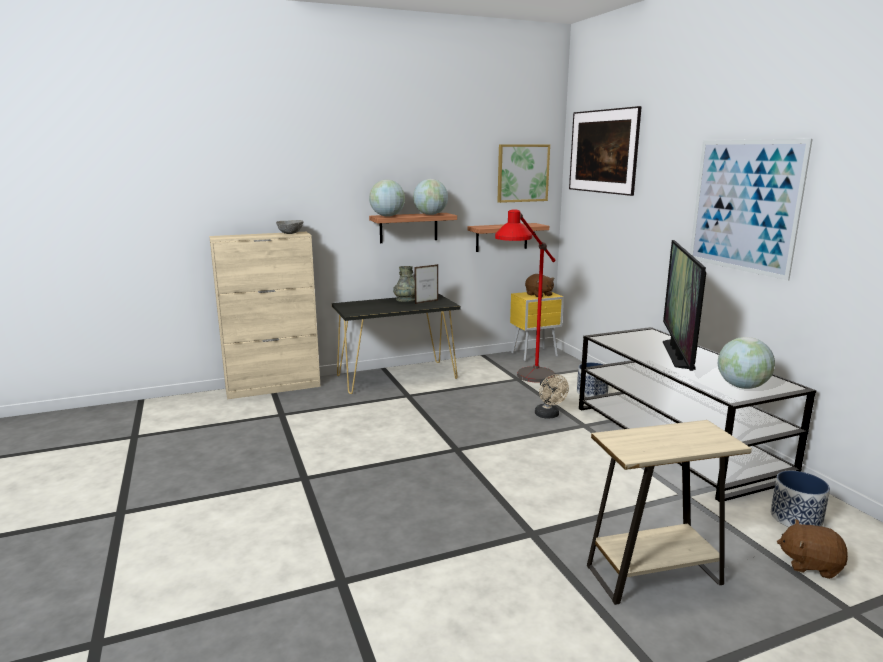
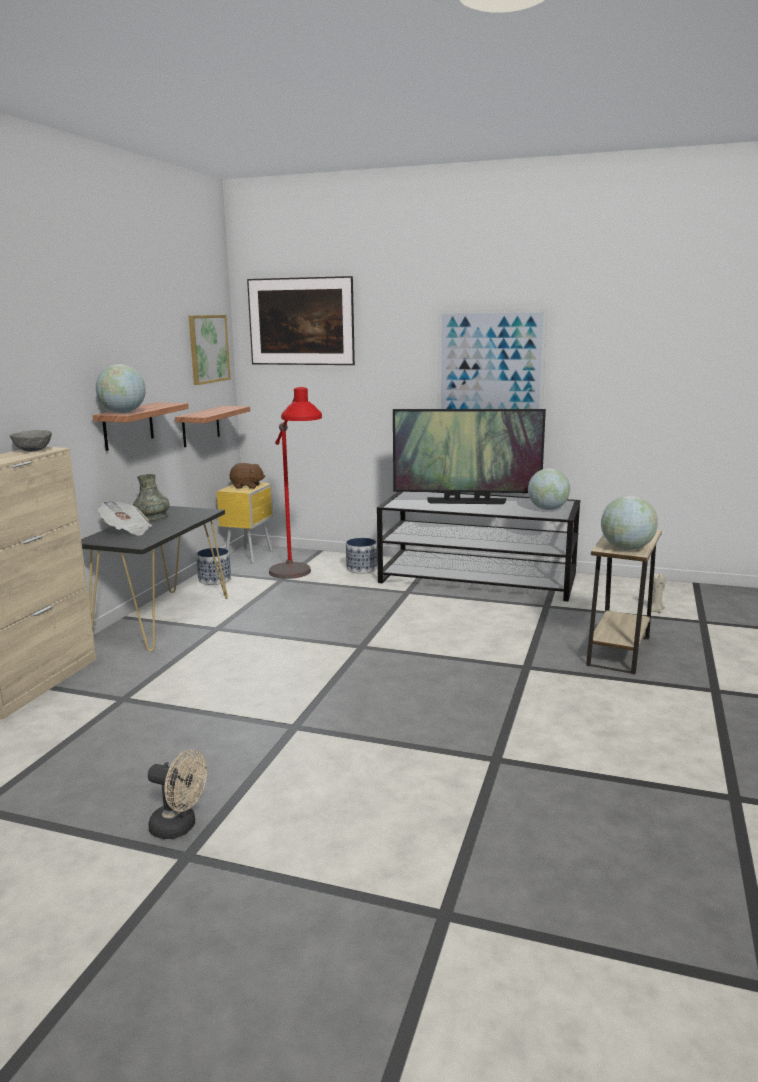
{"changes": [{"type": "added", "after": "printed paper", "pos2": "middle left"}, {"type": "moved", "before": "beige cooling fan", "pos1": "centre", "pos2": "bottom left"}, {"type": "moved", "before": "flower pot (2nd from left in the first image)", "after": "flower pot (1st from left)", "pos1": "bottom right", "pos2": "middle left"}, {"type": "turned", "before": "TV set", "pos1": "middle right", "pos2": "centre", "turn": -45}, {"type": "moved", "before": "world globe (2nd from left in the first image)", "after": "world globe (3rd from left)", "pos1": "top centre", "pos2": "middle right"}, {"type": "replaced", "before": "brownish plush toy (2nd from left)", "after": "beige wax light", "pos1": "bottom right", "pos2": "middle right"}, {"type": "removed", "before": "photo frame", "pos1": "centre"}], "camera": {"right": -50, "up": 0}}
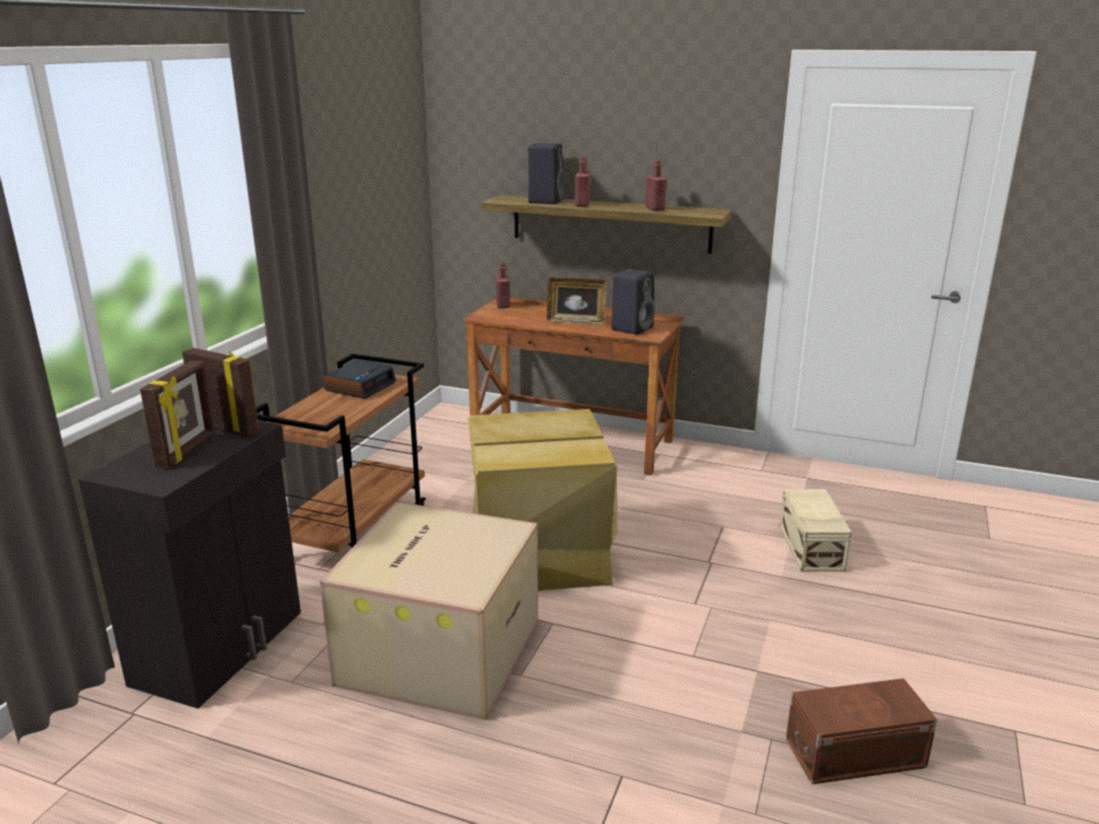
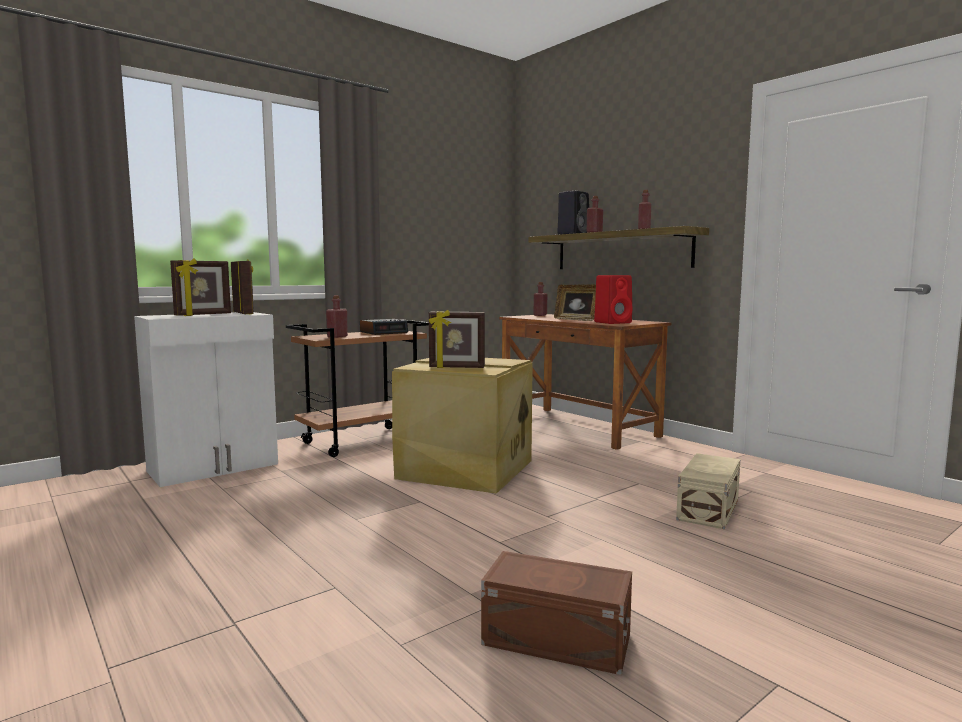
{"changes": [{"type": "recoloured", "before": "black storage cabinet", "after": "whitish storage cabinet", "pos1": "bottom left", "pos2": "middle left"}, {"type": "added", "after": "red-coloured bottle (1st from left)", "pos2": "centre"}, {"type": "added", "after": "photo frame (3rd from left)", "pos2": "centre"}, {"type": "recoloured", "before": "black audio speaker (2nd from left)", "after": "red-coloured audio speaker", "pos1": "centre", "pos2": "centre"}, {"type": "removed", "before": "cardboard box", "pos1": "bottom centre"}], "camera": {"right": 30, "up": -15}}
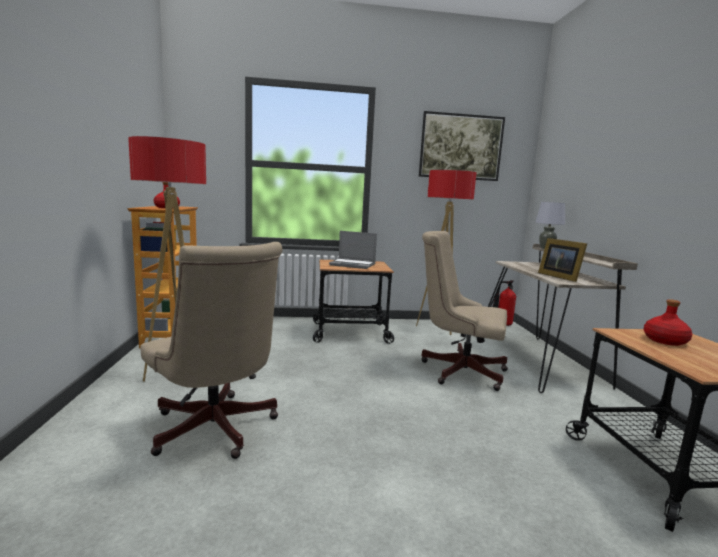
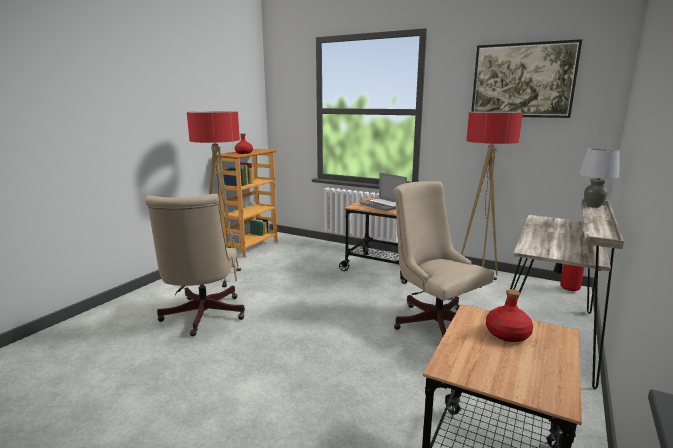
{"changes": [{"type": "removed", "before": "photo frame", "pos1": "middle right"}], "camera": {"right": 35, "up": 5}}
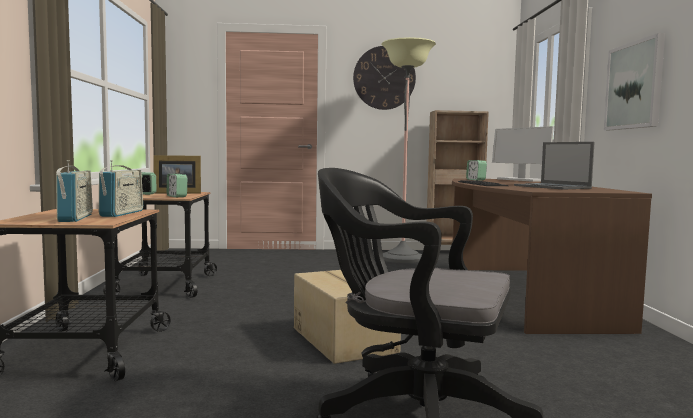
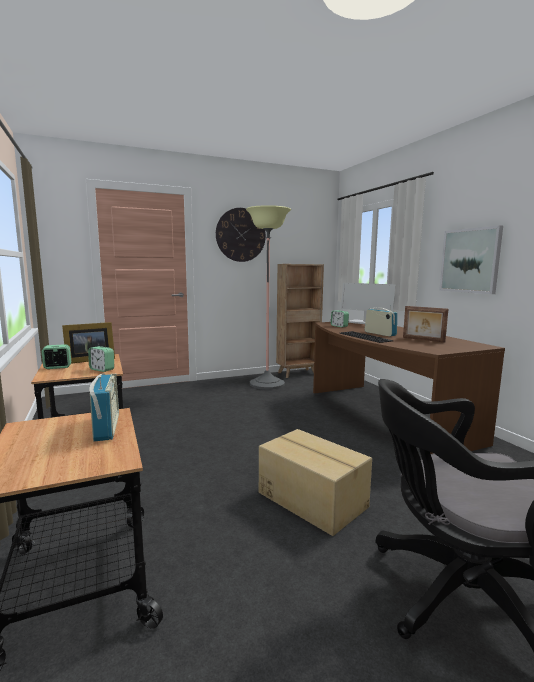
{"changes": [{"type": "moved", "before": "radio set (1st from left in the first image)", "after": "radio set (2nd from left)", "pos1": "middle left", "pos2": "middle right"}, {"type": "replaced", "before": "laptop", "after": "photo frame (2nd from left)", "pos1": "middle right", "pos2": "middle right"}], "camera": {"right": -20, "up": 5}}
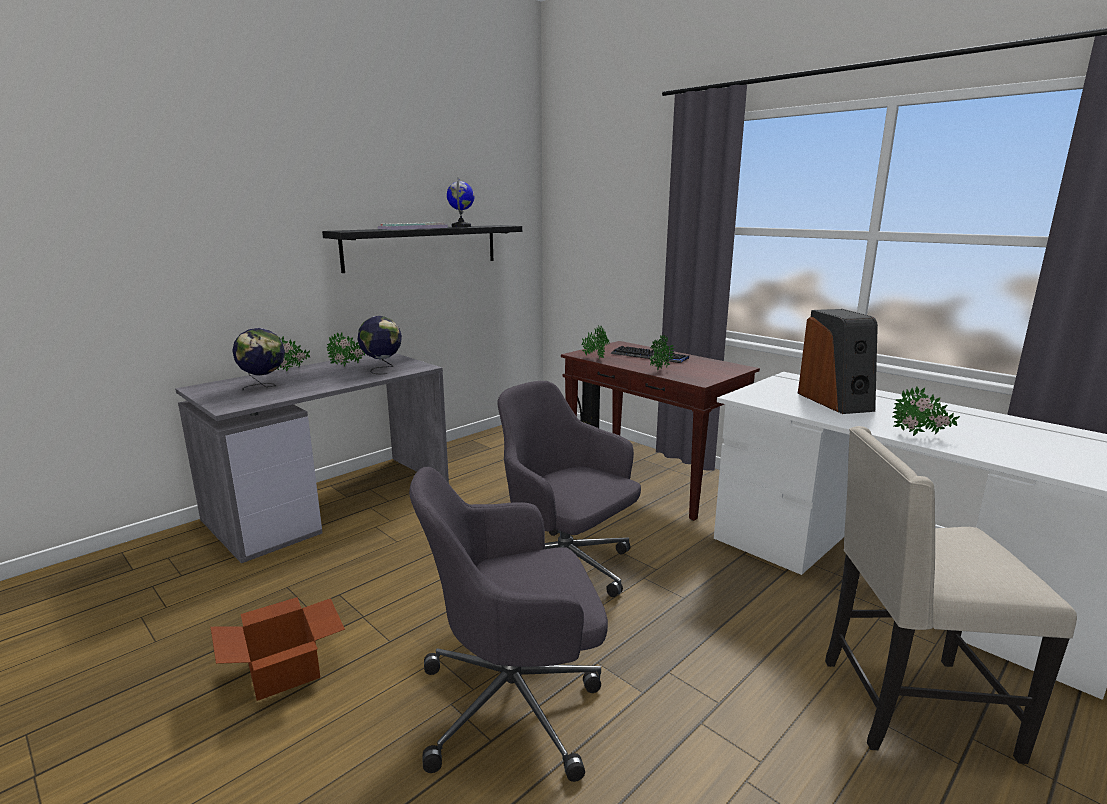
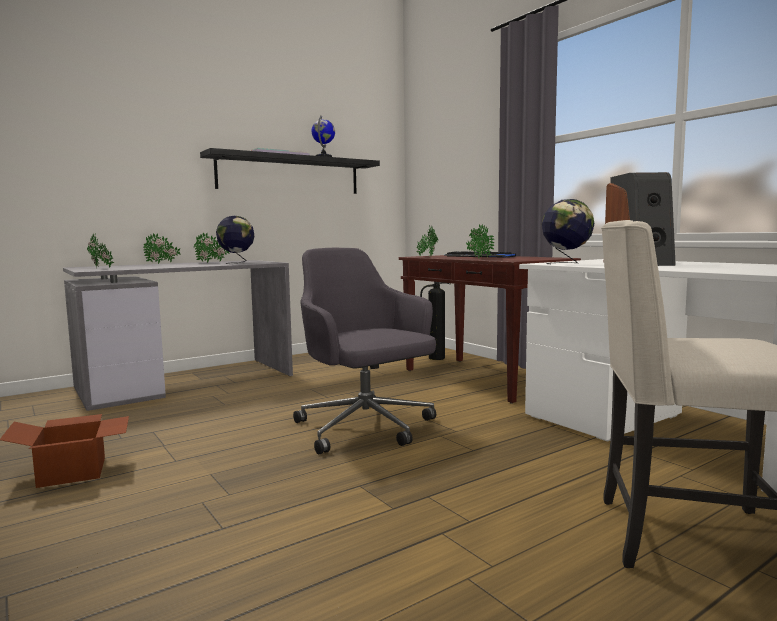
{"changes": [{"type": "moved", "before": "houseplant (5th from left in the first image)", "after": "houseplant (1st from left)", "pos1": "middle right", "pos2": "middle left"}, {"type": "moved", "before": "world globe (1st from left in the first image)", "after": "world globe (3rd from left)", "pos1": "middle left", "pos2": "middle right"}, {"type": "removed", "before": "greyish office chair (1st from left)", "pos1": "bottom centre"}], "camera": {"right": 10, "up": -10}}
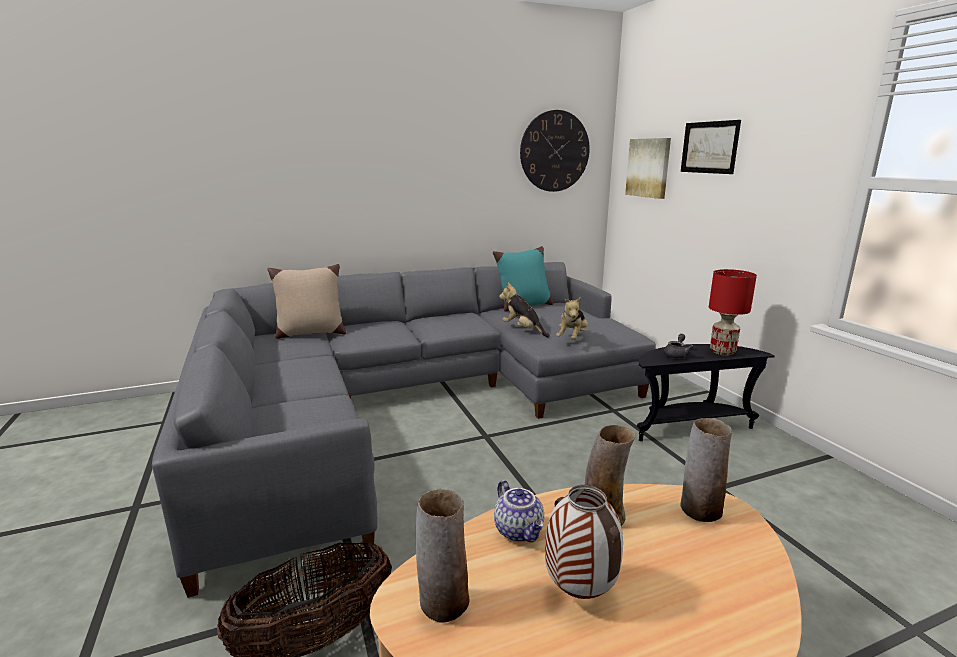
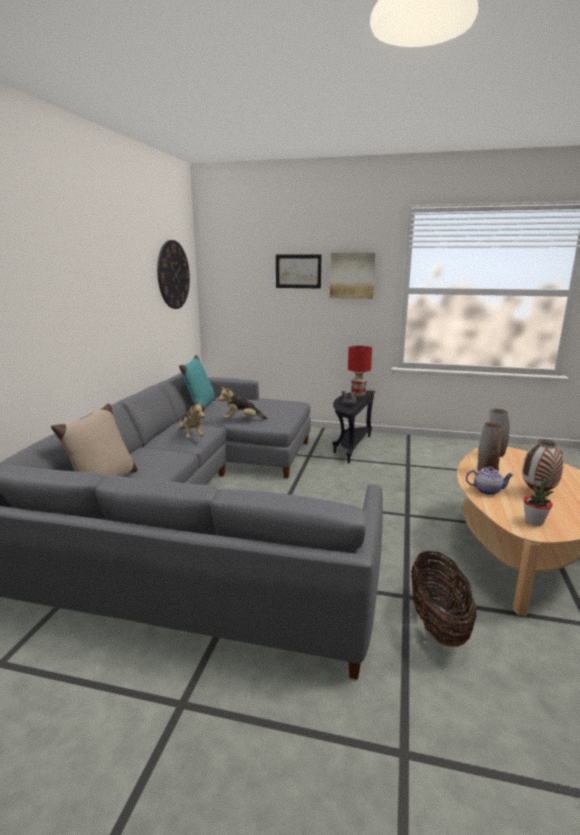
{"changes": [{"type": "moved", "before": "plush toy (2nd from left in the first image)", "after": "plush toy (1st from left)", "pos1": "centre", "pos2": "middle left"}, {"type": "moved", "before": "wall picture (1st from left in the first image)", "after": "wall picture (2nd from left)", "pos1": "top right", "pos2": "top centre"}, {"type": "replaced", "before": "vase (1st from left)", "after": "houseplant", "pos1": "bottom centre", "pos2": "middle right"}], "camera": {"right": -55, "up": 0}}
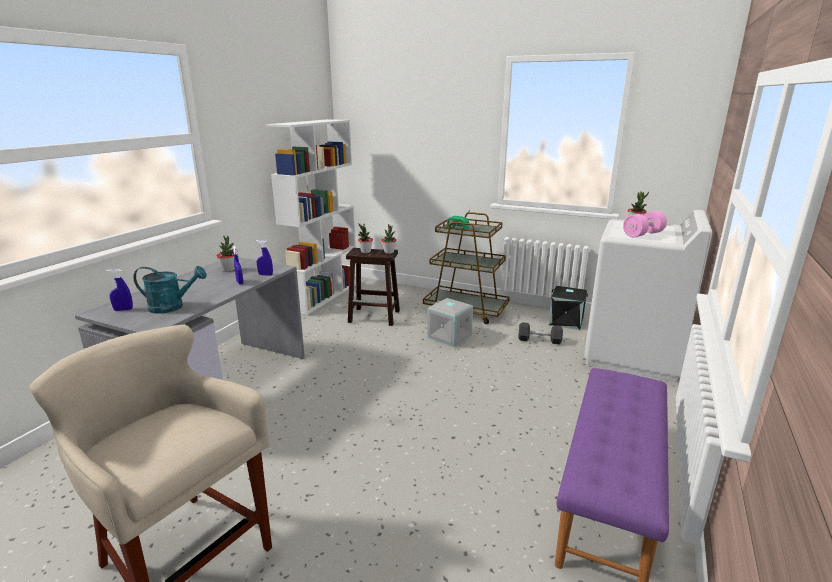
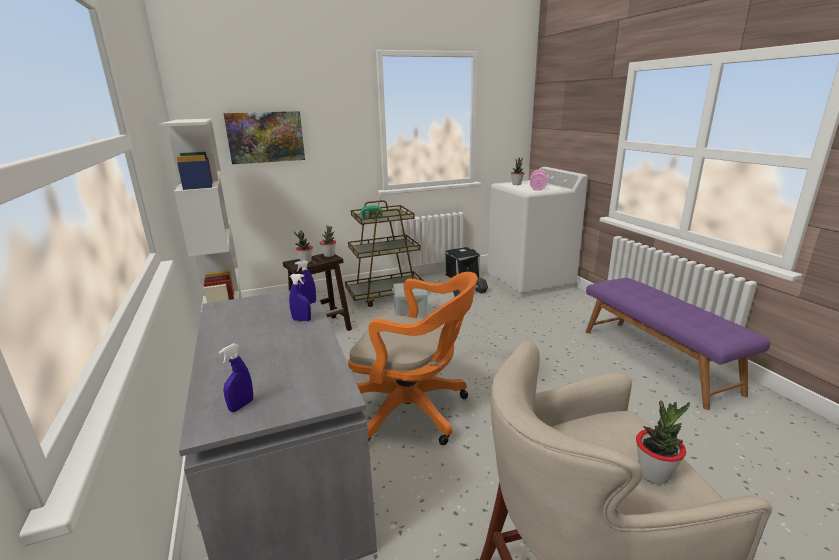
{"changes": [{"type": "added", "after": "wall picture", "pos2": "top left"}, {"type": "added", "after": "orangey office chair", "pos2": "centre"}, {"type": "moved", "before": "houseplant (1st from left in the first image)", "after": "houseplant (4th from left)", "pos1": "middle left", "pos2": "bottom right"}, {"type": "removed", "before": "turquoise watering pot", "pos1": "middle left"}], "camera": {"right": -45, "up": 0}}
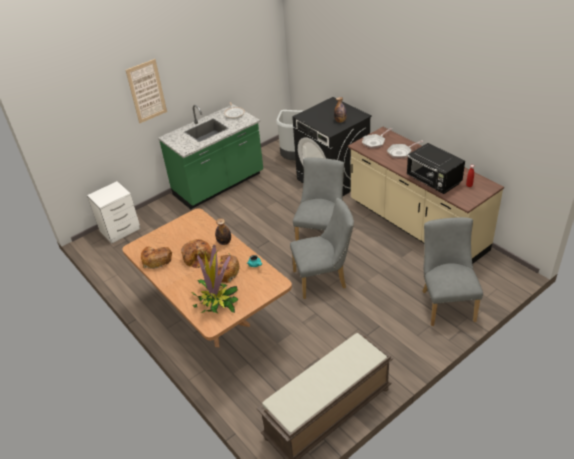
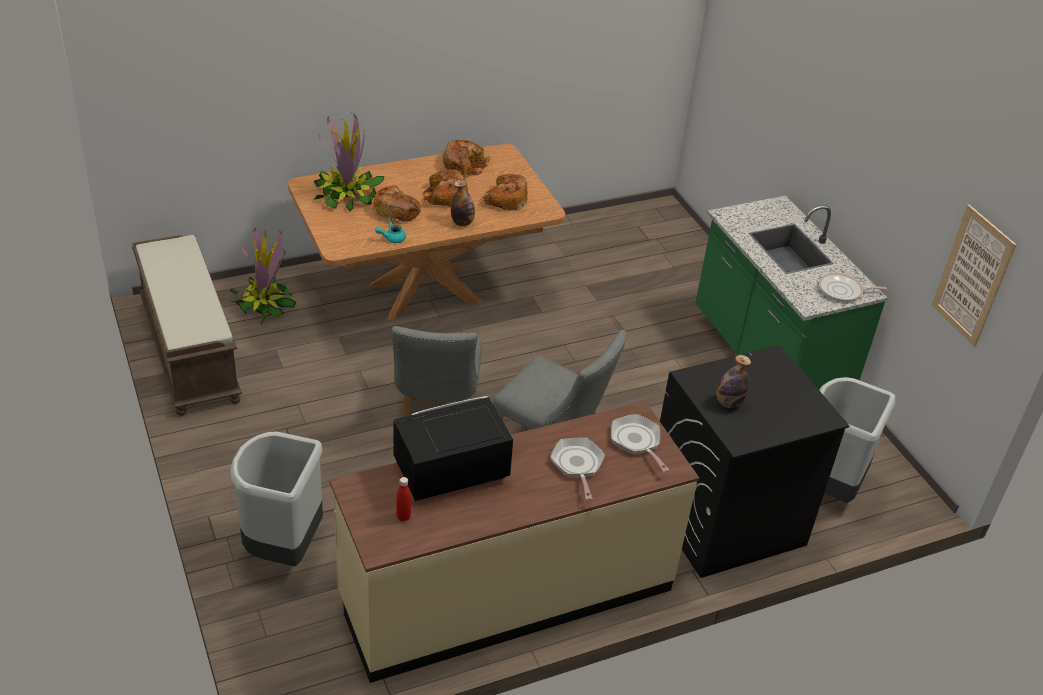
{"changes": [{"type": "added", "after": "houseplant (1st from left)", "pos2": "middle left"}, {"type": "replaced", "before": "greyish plain chair (3rd from left)", "after": "greyish trash can (1st from left)", "pos1": "middle right", "pos2": "bottom left"}, {"type": "added", "after": "bakery bread (4th from left)", "pos2": "top centre"}, {"type": "moved", "before": "wall picture", "pos1": "top left", "pos2": "middle right"}, {"type": "removed", "before": "whitish nightstand", "pos1": "middle left"}], "camera": {"right": 100, "up": 0}}
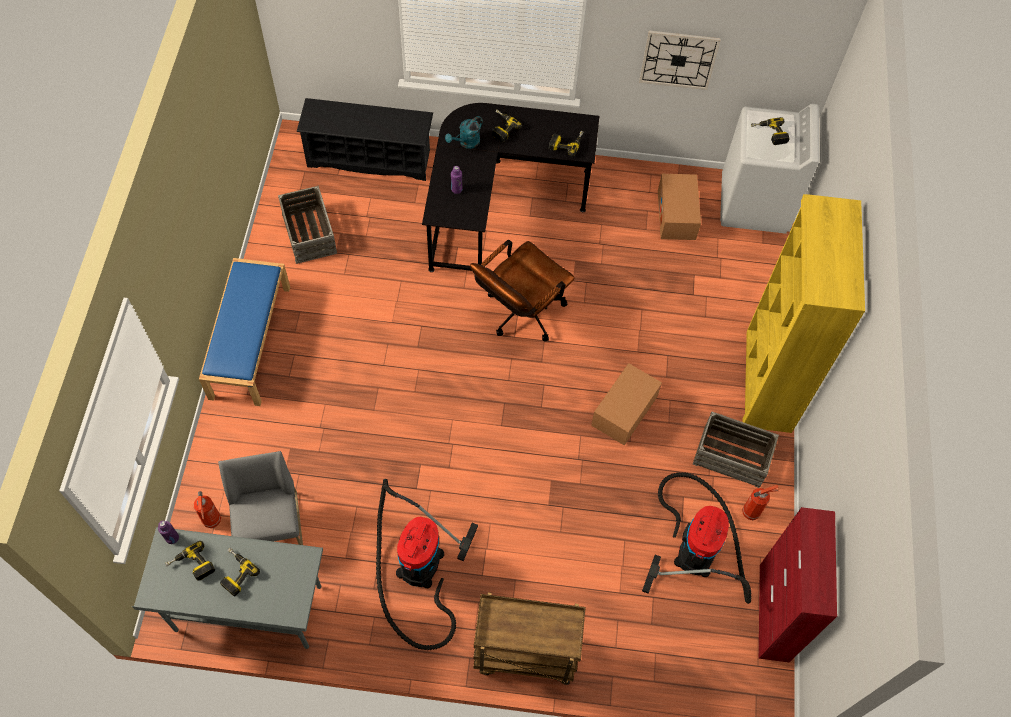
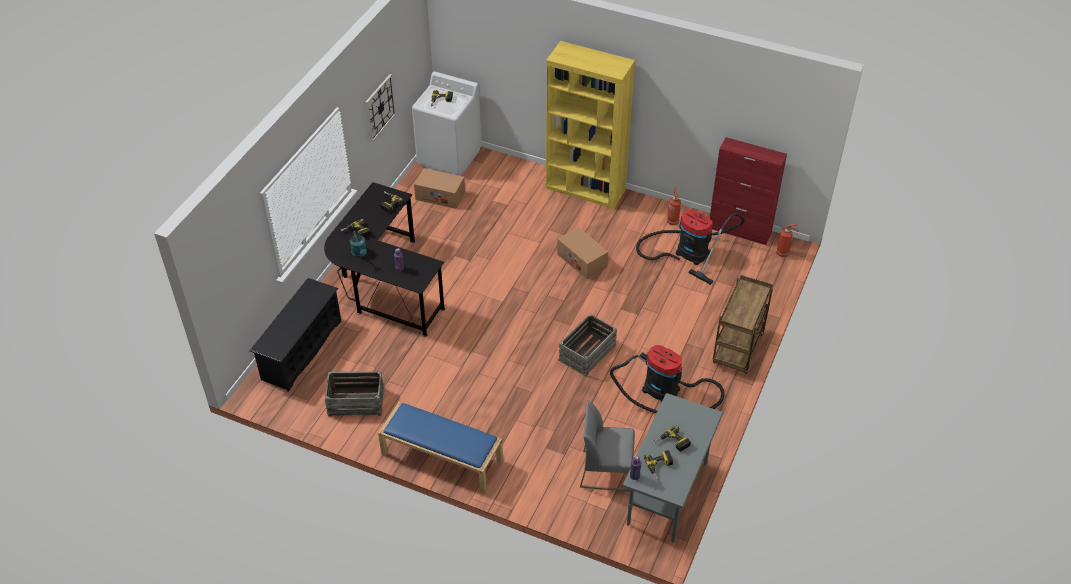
{"changes": [{"type": "moved", "before": "packing crate (2nd from left)", "pos1": "middle right", "pos2": "centre"}, {"type": "moved", "before": "extinguisher (1st from left in the first image)", "after": "extinguisher (2nd from left)", "pos1": "bottom left", "pos2": "middle right"}, {"type": "removed", "before": "brownish office chair", "pos1": "centre"}], "camera": {"right": -70, "up": -15}}
